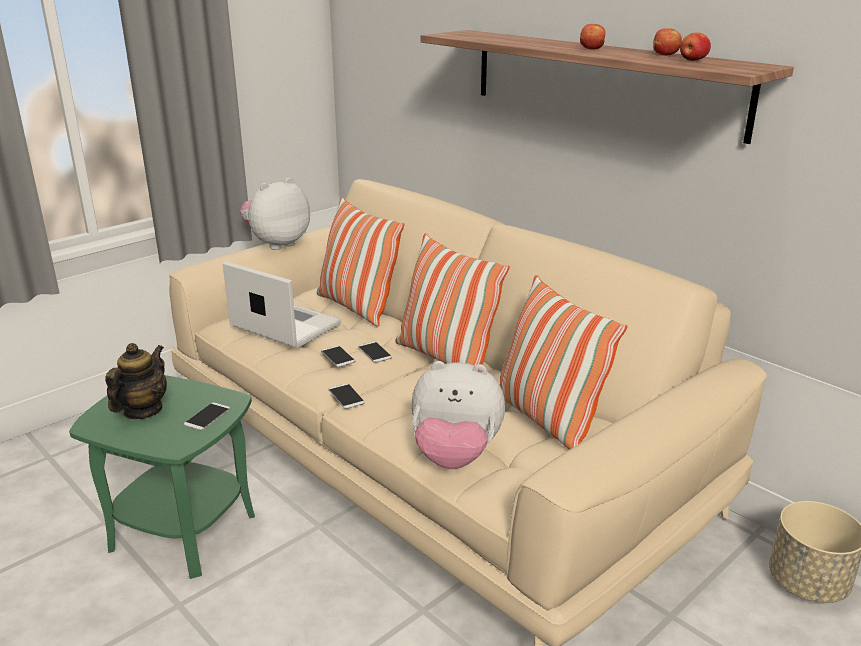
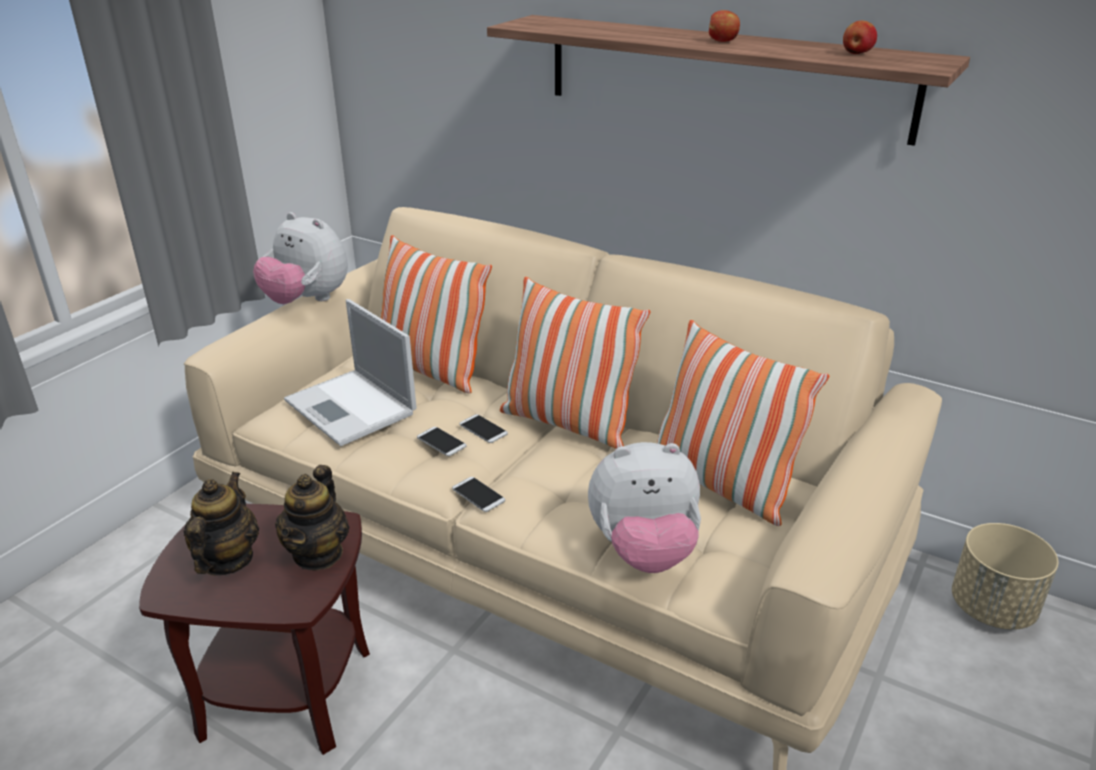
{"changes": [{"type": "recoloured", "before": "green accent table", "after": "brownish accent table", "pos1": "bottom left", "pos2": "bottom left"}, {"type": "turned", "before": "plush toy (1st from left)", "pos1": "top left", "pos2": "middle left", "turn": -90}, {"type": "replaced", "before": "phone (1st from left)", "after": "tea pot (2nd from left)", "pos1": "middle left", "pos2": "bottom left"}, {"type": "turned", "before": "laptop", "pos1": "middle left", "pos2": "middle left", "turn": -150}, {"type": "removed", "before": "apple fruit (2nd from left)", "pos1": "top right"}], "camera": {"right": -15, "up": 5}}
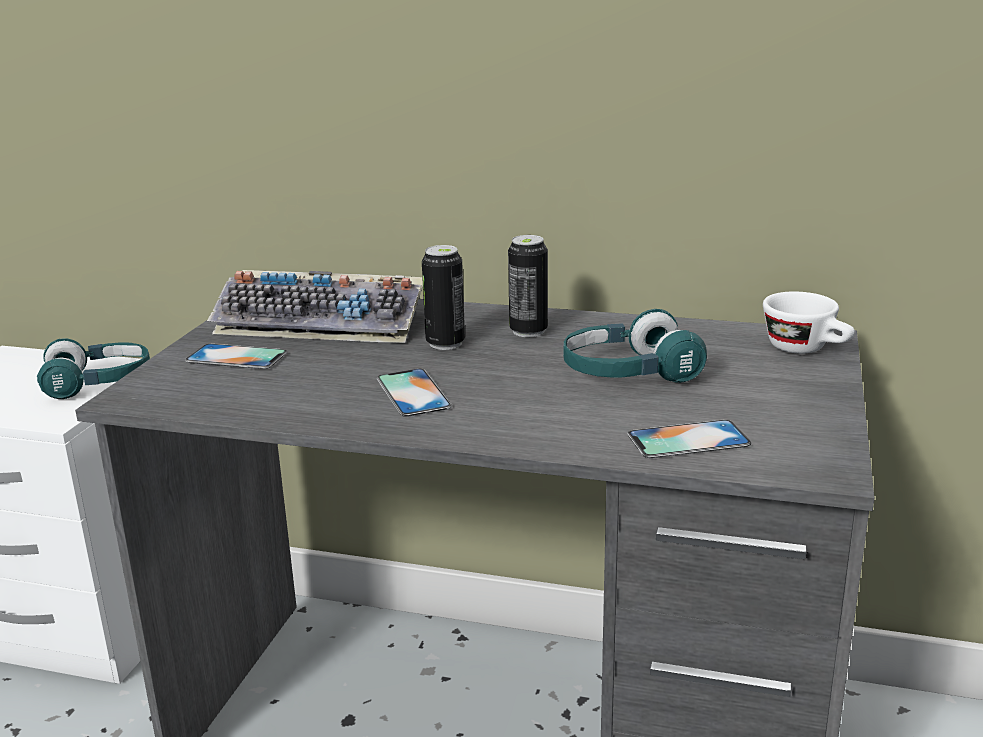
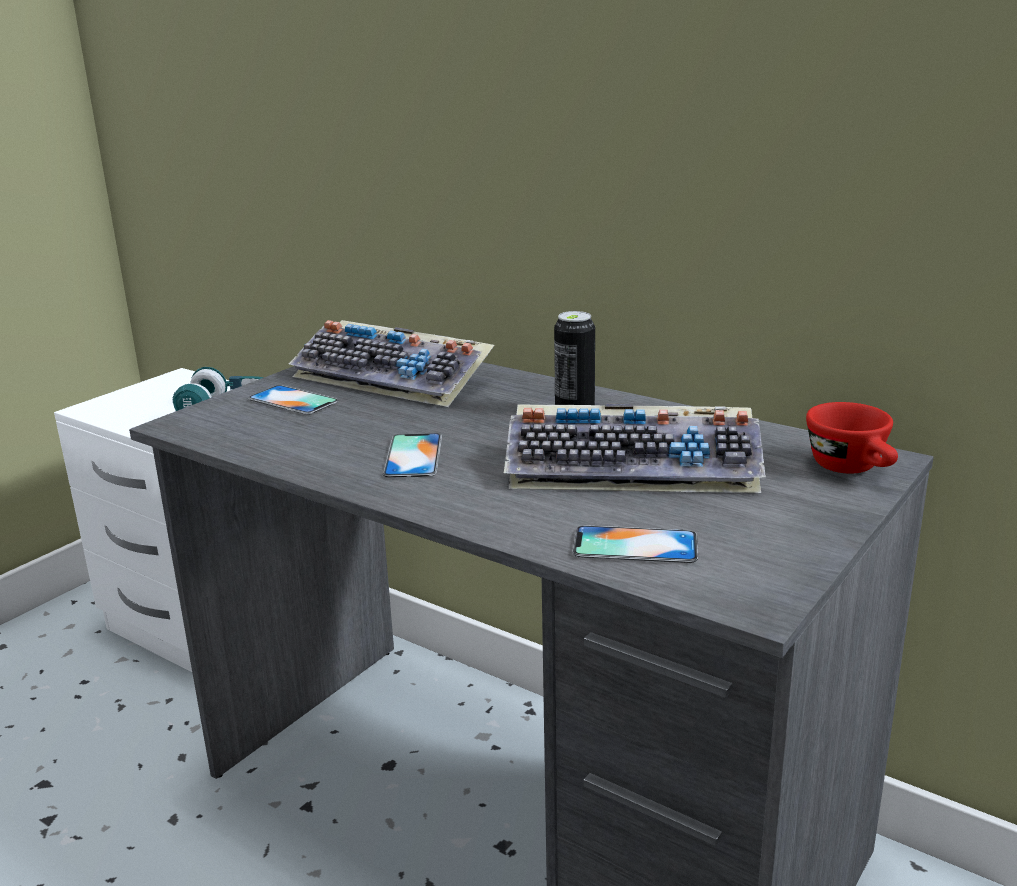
{"changes": [{"type": "replaced", "before": "turquoise headset (2nd from left)", "after": "PC keyboard (2nd from left)", "pos1": "centre", "pos2": "centre"}, {"type": "recoloured", "before": "whitish cup", "after": "red-coloured cup", "pos1": "middle right", "pos2": "middle right"}, {"type": "removed", "before": "sealed can (1st from left)", "pos1": "centre"}], "camera": {"right": 20, "up": 0}}
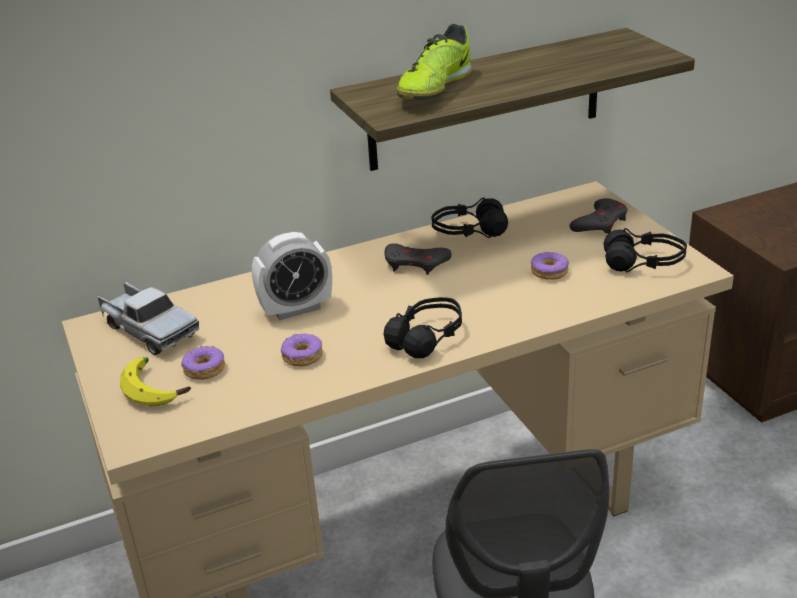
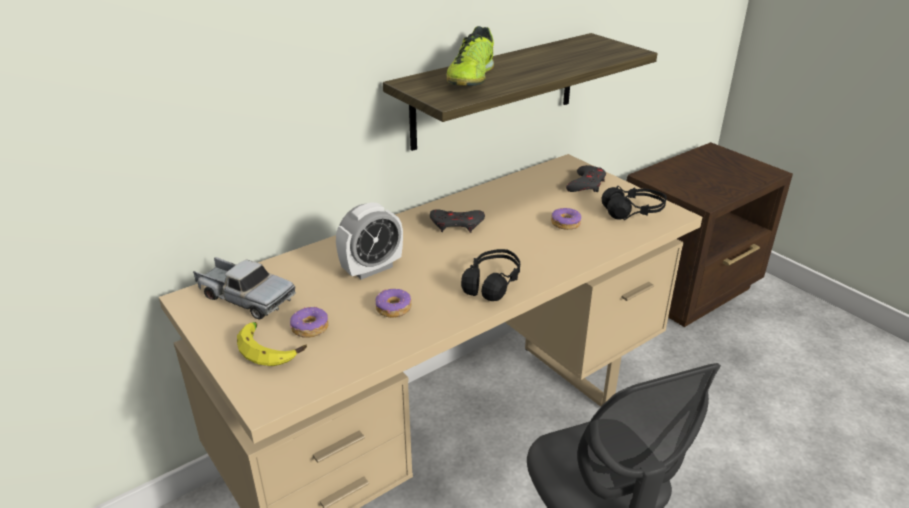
{"changes": [{"type": "removed", "before": "black headset (2nd from left)", "pos1": "centre"}], "camera": {"right": -15, "up": 0}}
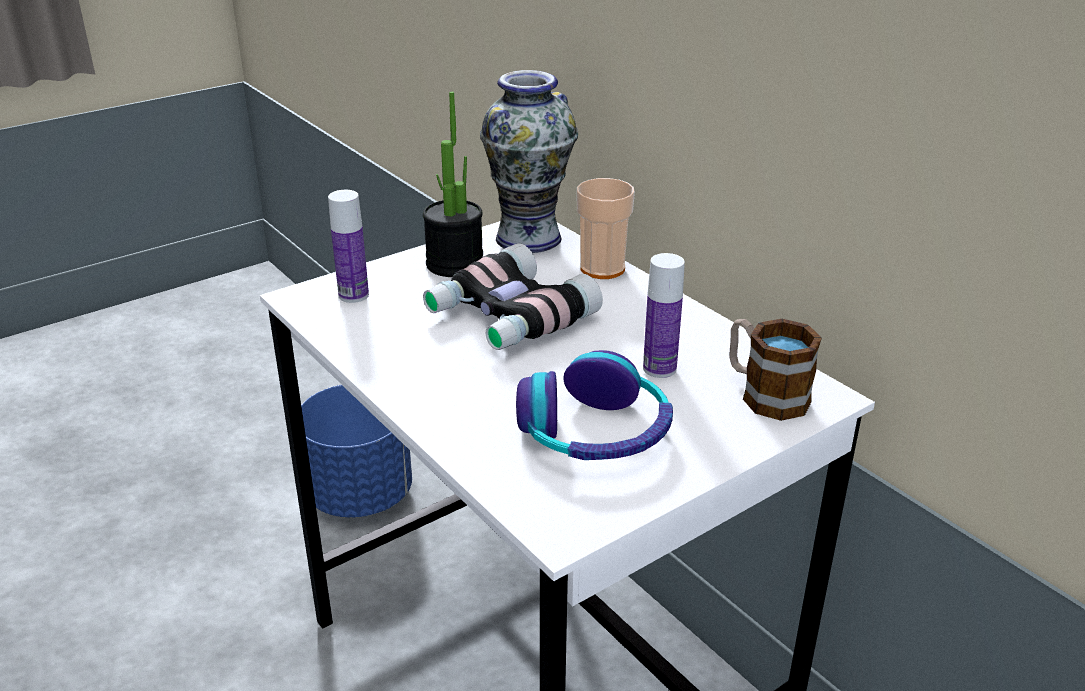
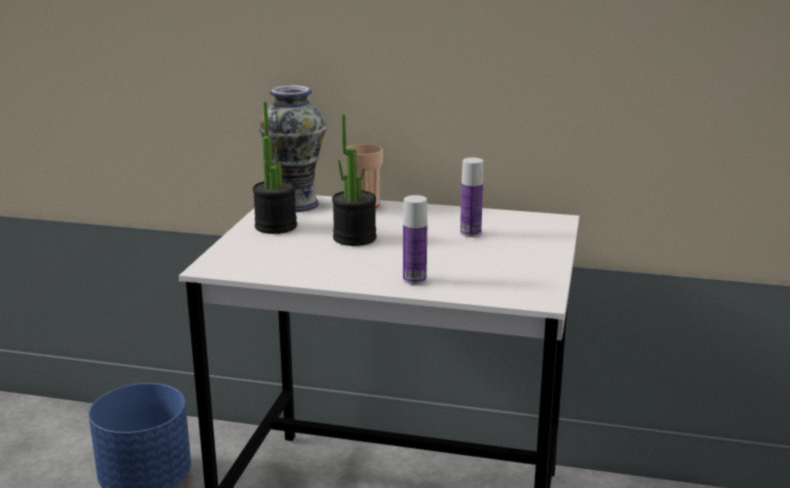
{"changes": [{"type": "replaced", "before": "field glasses", "after": "houseplant (2nd from left)", "pos1": "centre", "pos2": "centre"}, {"type": "moved", "before": "bottle (1st from left)", "pos1": "middle left", "pos2": "centre"}, {"type": "removed", "before": "headset", "pos1": "centre"}, {"type": "removed", "before": "mug", "pos1": "middle right"}], "camera": {"right": -40, "up": -10}}
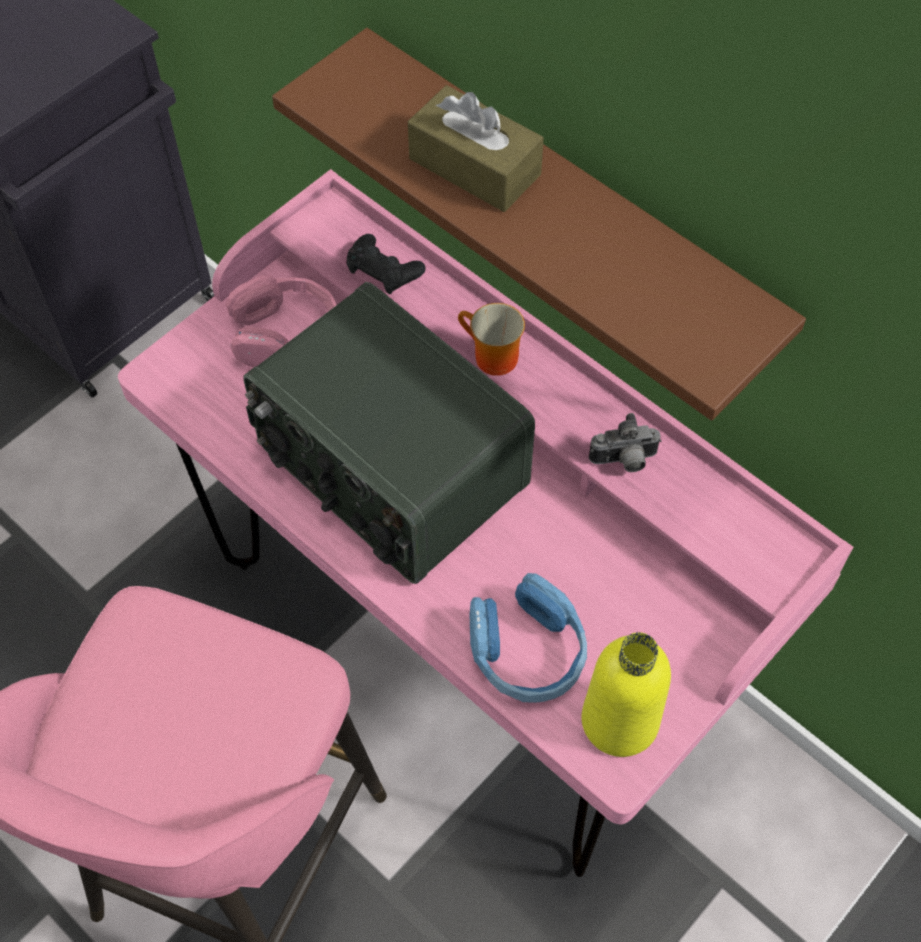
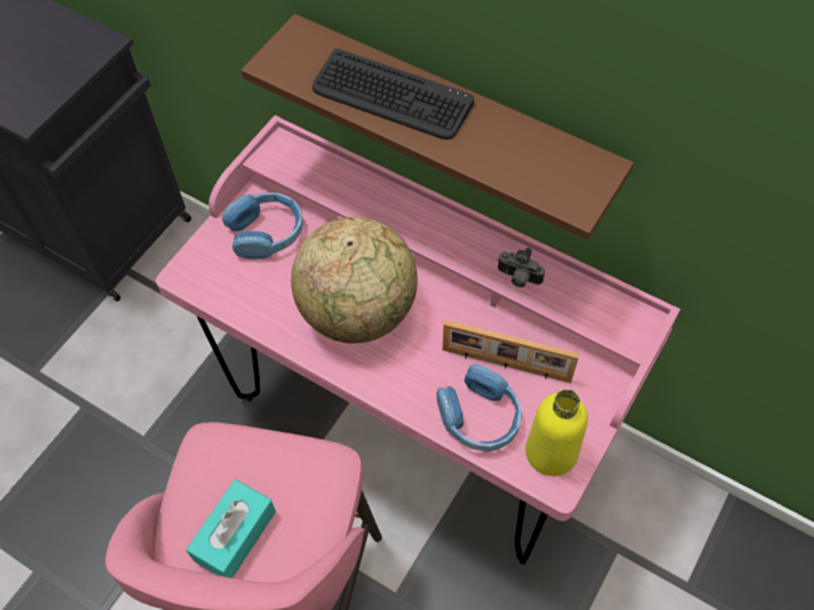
{"changes": [{"type": "added", "after": "turquoise tissue box", "pos2": "bottom left"}, {"type": "recoloured", "before": "pink-coloured headset", "after": "blue headset (1st from left)", "pos1": "middle left", "pos2": "middle left"}, {"type": "replaced", "before": "radio set", "after": "world globe", "pos1": "centre", "pos2": "centre"}, {"type": "replaced", "before": "brownish tissue box", "after": "PC keyboard", "pos1": "top centre", "pos2": "top centre"}, {"type": "added", "after": "photo frame", "pos2": "centre"}, {"type": "turned", "before": "still camera", "pos1": "middle right", "pos2": "centre", "turn": 45}, {"type": "removed", "before": "black gamepad", "pos1": "top centre"}, {"type": "removed", "before": "mug", "pos1": "centre"}], "camera": {"right": -10, "up": 0}}
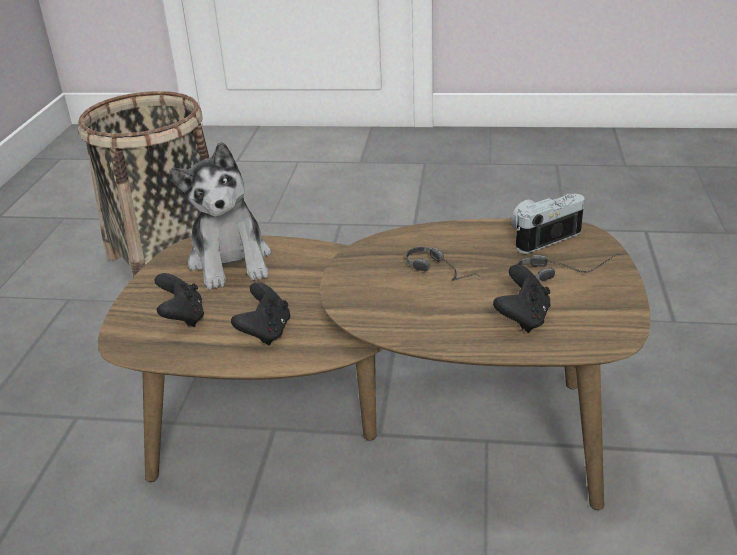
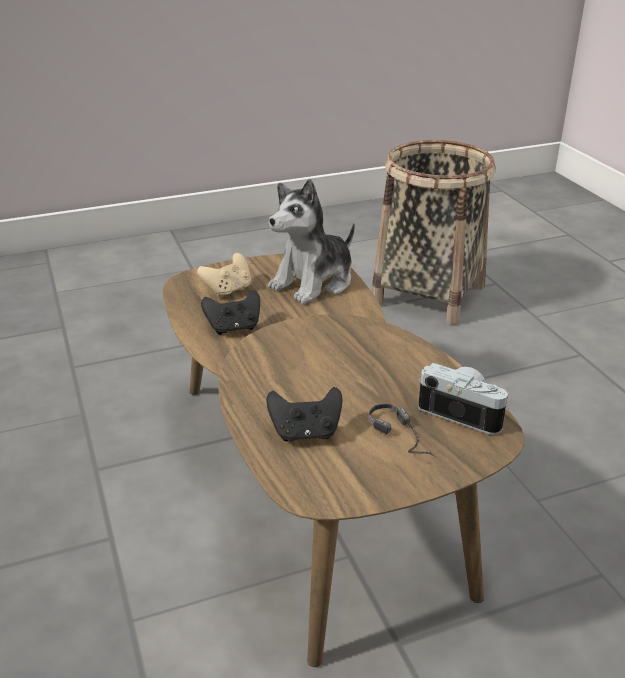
{"changes": [{"type": "recoloured", "before": "black gamepad (1st from left)", "after": "beige gamepad", "pos1": "middle left", "pos2": "centre"}, {"type": "removed", "before": "headset (1st from left)", "pos1": "centre"}], "camera": {"right": 60, "up": 0}}
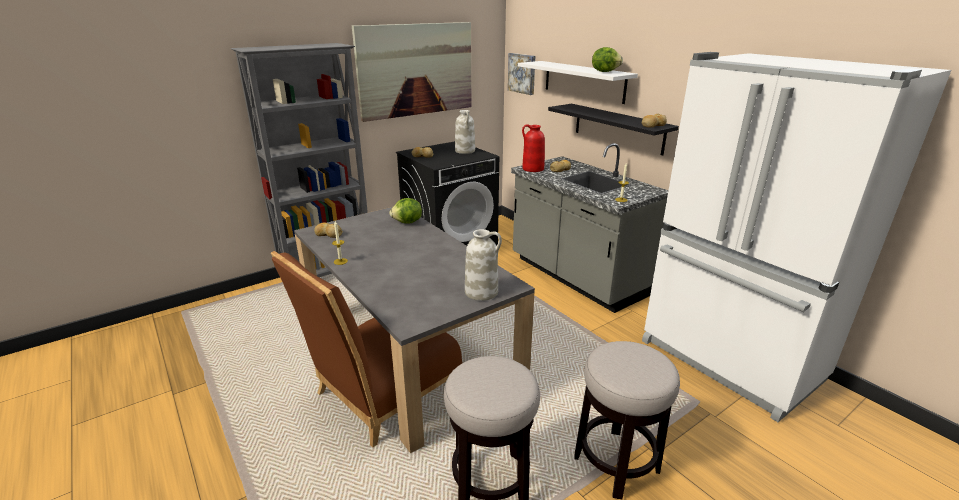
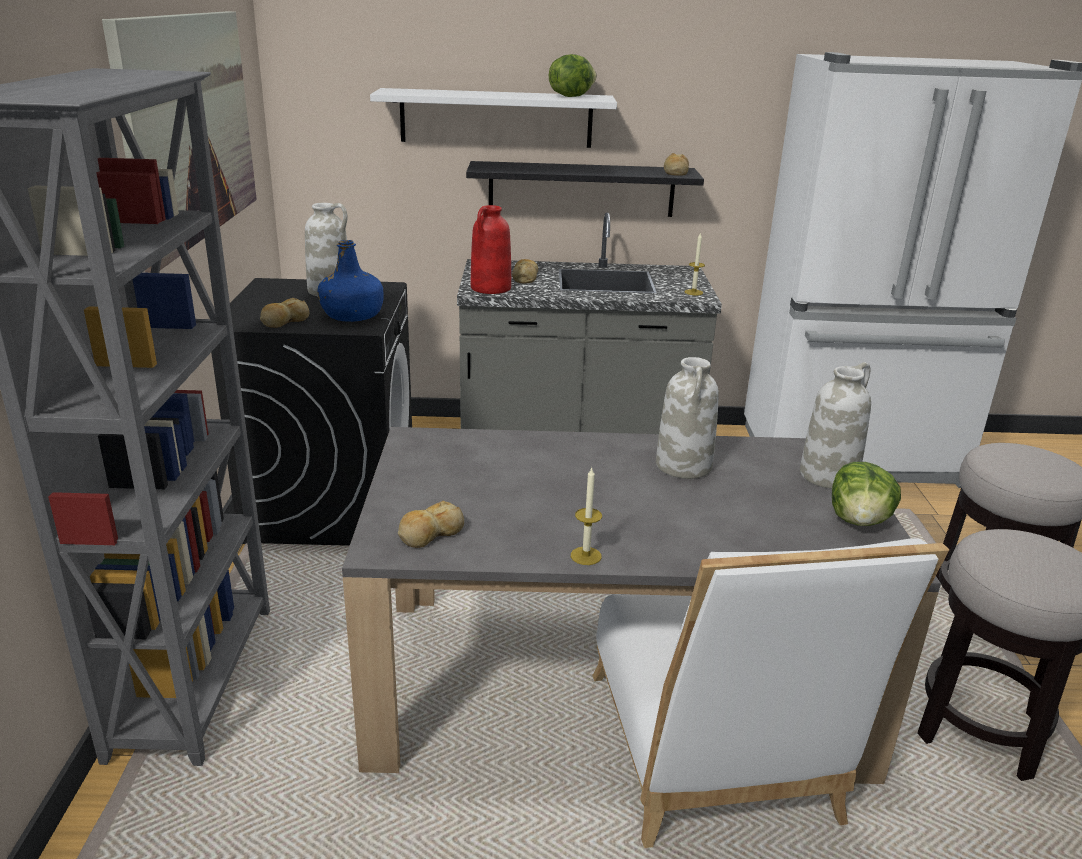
{"changes": [{"type": "added", "after": "blue bottle", "pos2": "top left"}, {"type": "recoloured", "before": "brownish plain chair", "after": "whitish plain chair", "pos1": "bottom centre", "pos2": "bottom right"}, {"type": "added", "after": "whitish vase (2nd from left)", "pos2": "centre"}, {"type": "moved", "before": "lettuce head (1st from left in the first image)", "after": "lettuce head (2nd from left)", "pos1": "centre", "pos2": "middle right"}, {"type": "removed", "before": "wall picture (2nd from left)", "pos1": "top centre"}], "camera": {"right": -55, "up": 0}}
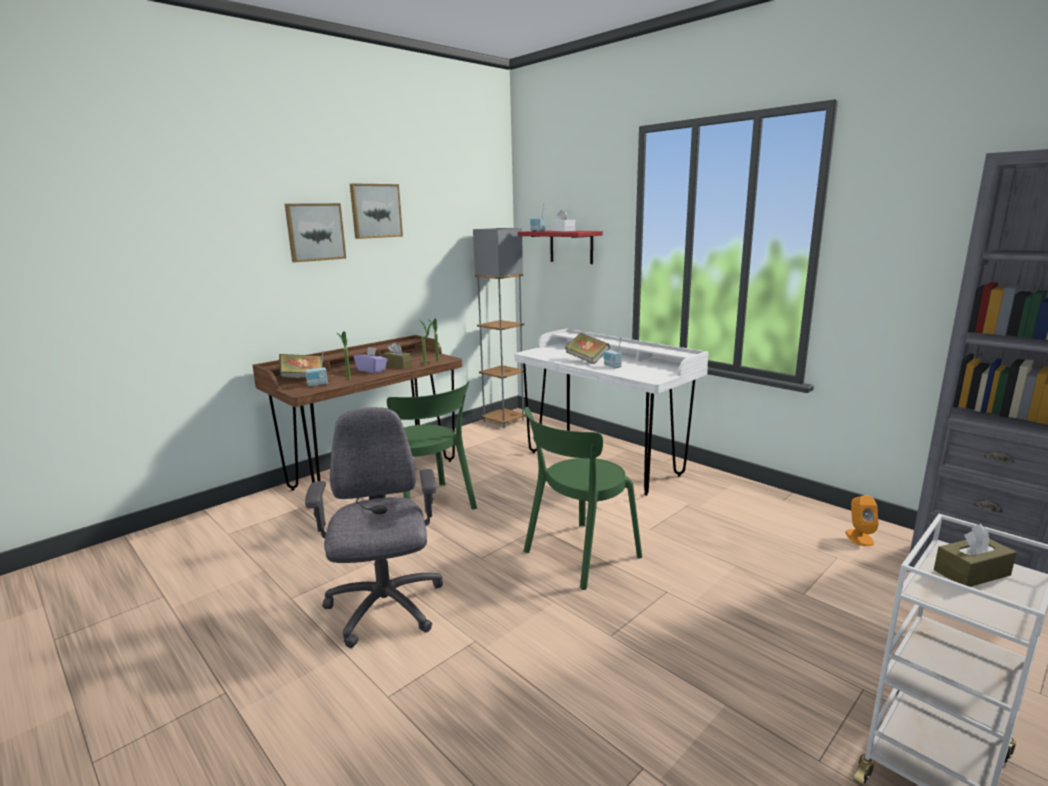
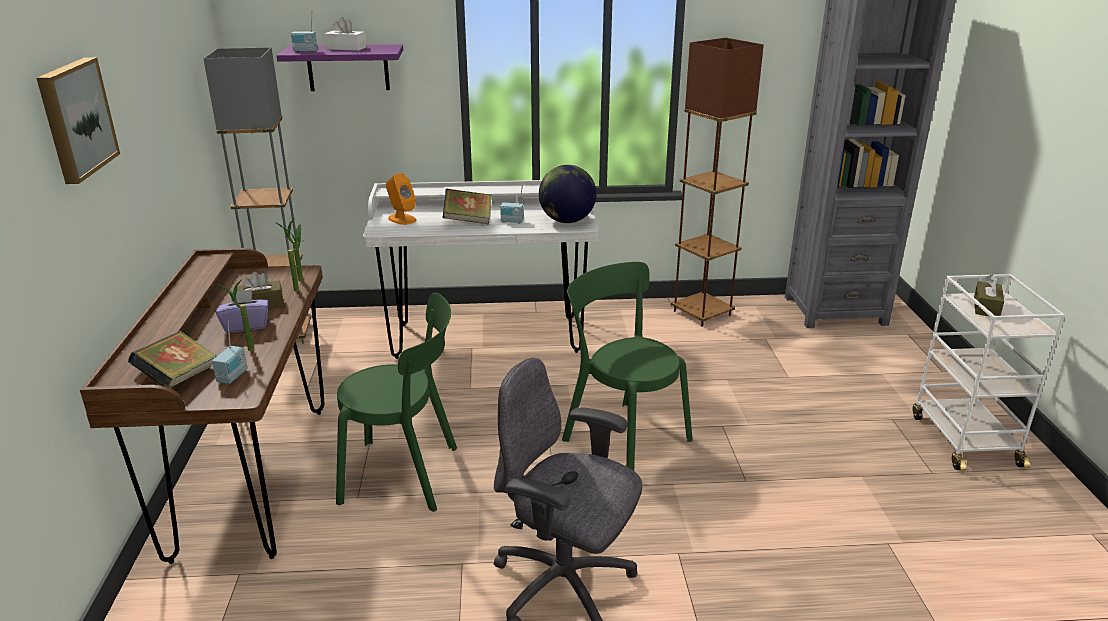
{"changes": [{"type": "recoloured", "before": "red-coloured bracket shelf", "after": "purplish bracket shelf", "pos1": "top centre", "pos2": "top left"}, {"type": "moved", "before": "orangey audio speaker", "pos1": "middle right", "pos2": "top centre"}, {"type": "added", "after": "world globe", "pos2": "top centre"}, {"type": "turned", "before": "green plain chair (2nd from left)", "pos1": "centre", "pos2": "centre", "turn": 135}, {"type": "added", "after": "brownish standard lamp", "pos2": "top centre"}, {"type": "removed", "before": "wall picture (2nd from left)", "pos1": "top centre"}], "camera": {"right": -50, "up": 10}}
